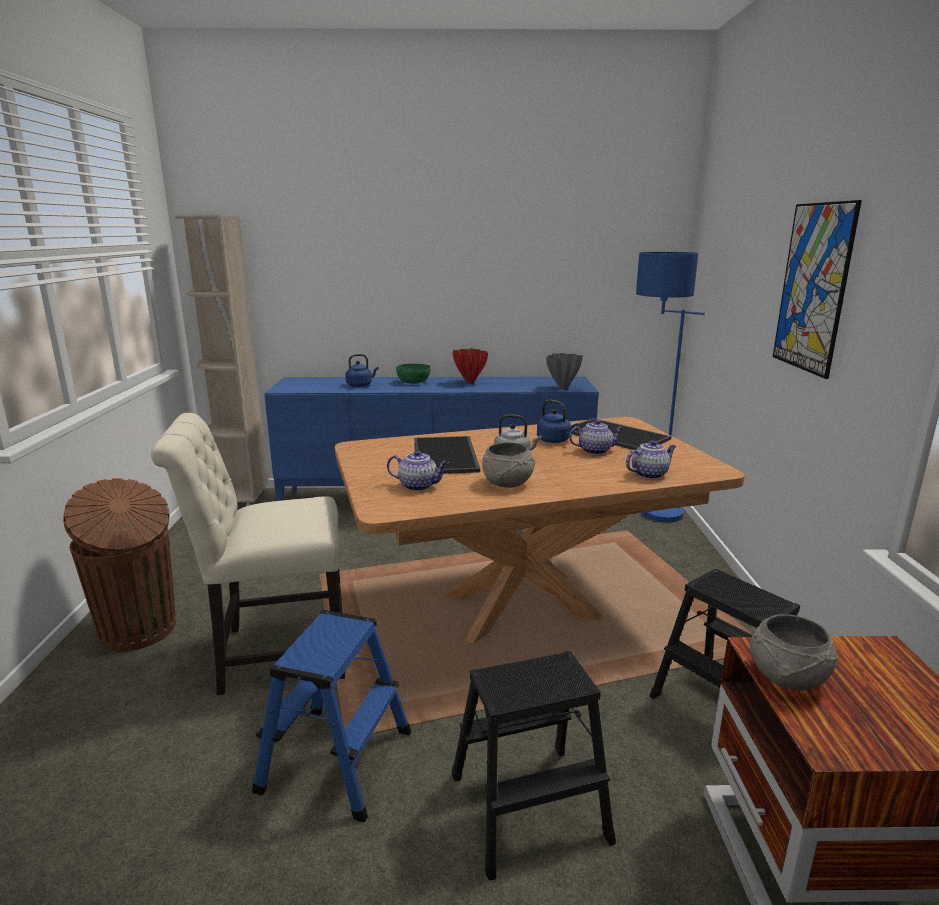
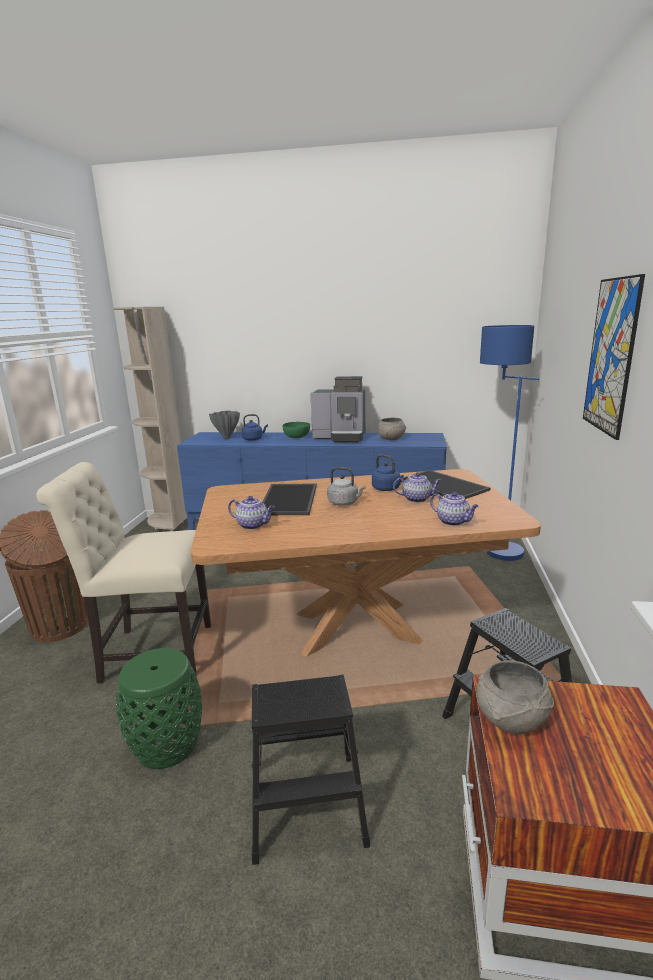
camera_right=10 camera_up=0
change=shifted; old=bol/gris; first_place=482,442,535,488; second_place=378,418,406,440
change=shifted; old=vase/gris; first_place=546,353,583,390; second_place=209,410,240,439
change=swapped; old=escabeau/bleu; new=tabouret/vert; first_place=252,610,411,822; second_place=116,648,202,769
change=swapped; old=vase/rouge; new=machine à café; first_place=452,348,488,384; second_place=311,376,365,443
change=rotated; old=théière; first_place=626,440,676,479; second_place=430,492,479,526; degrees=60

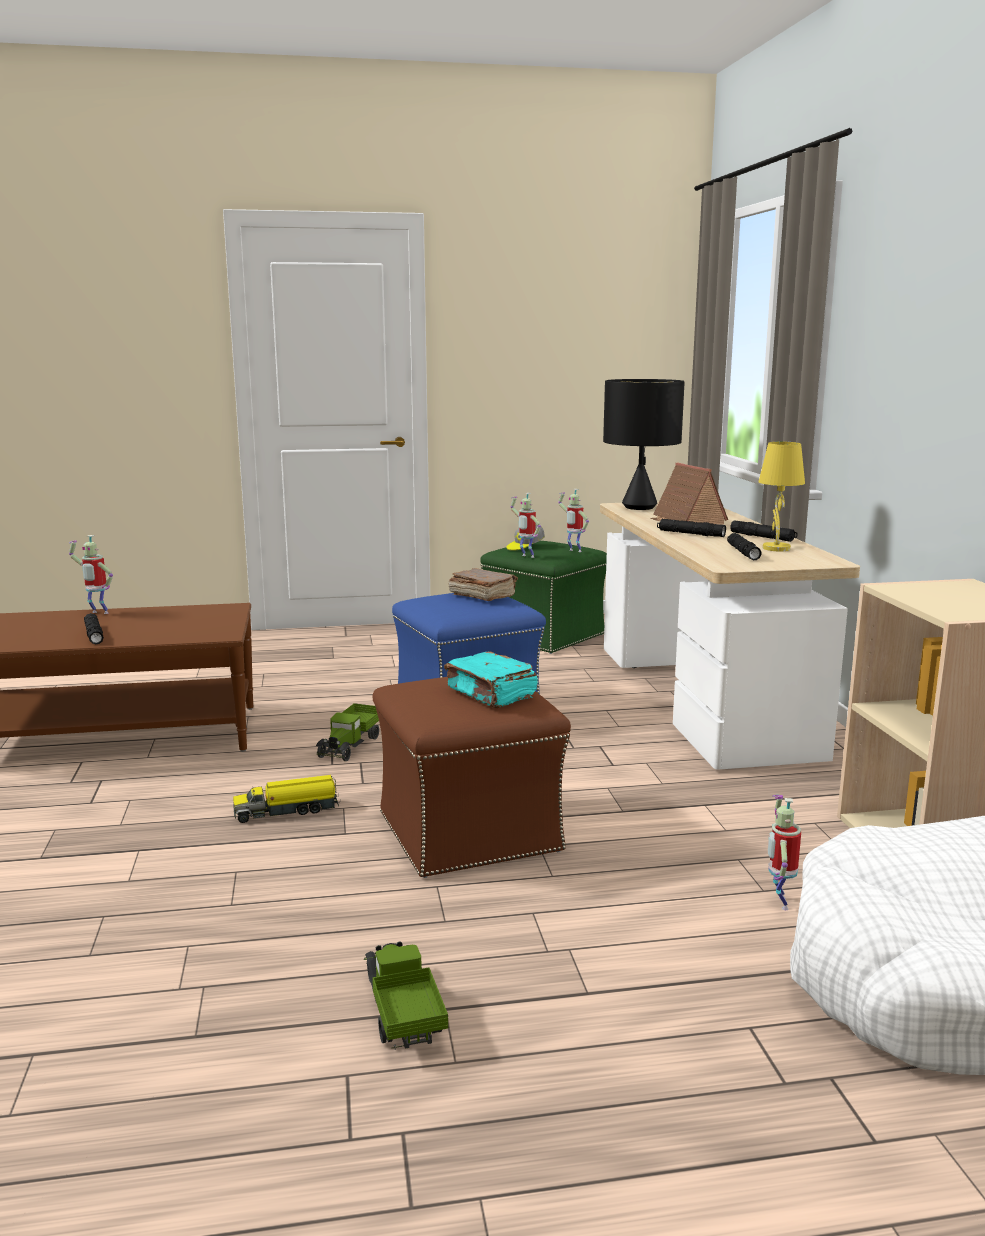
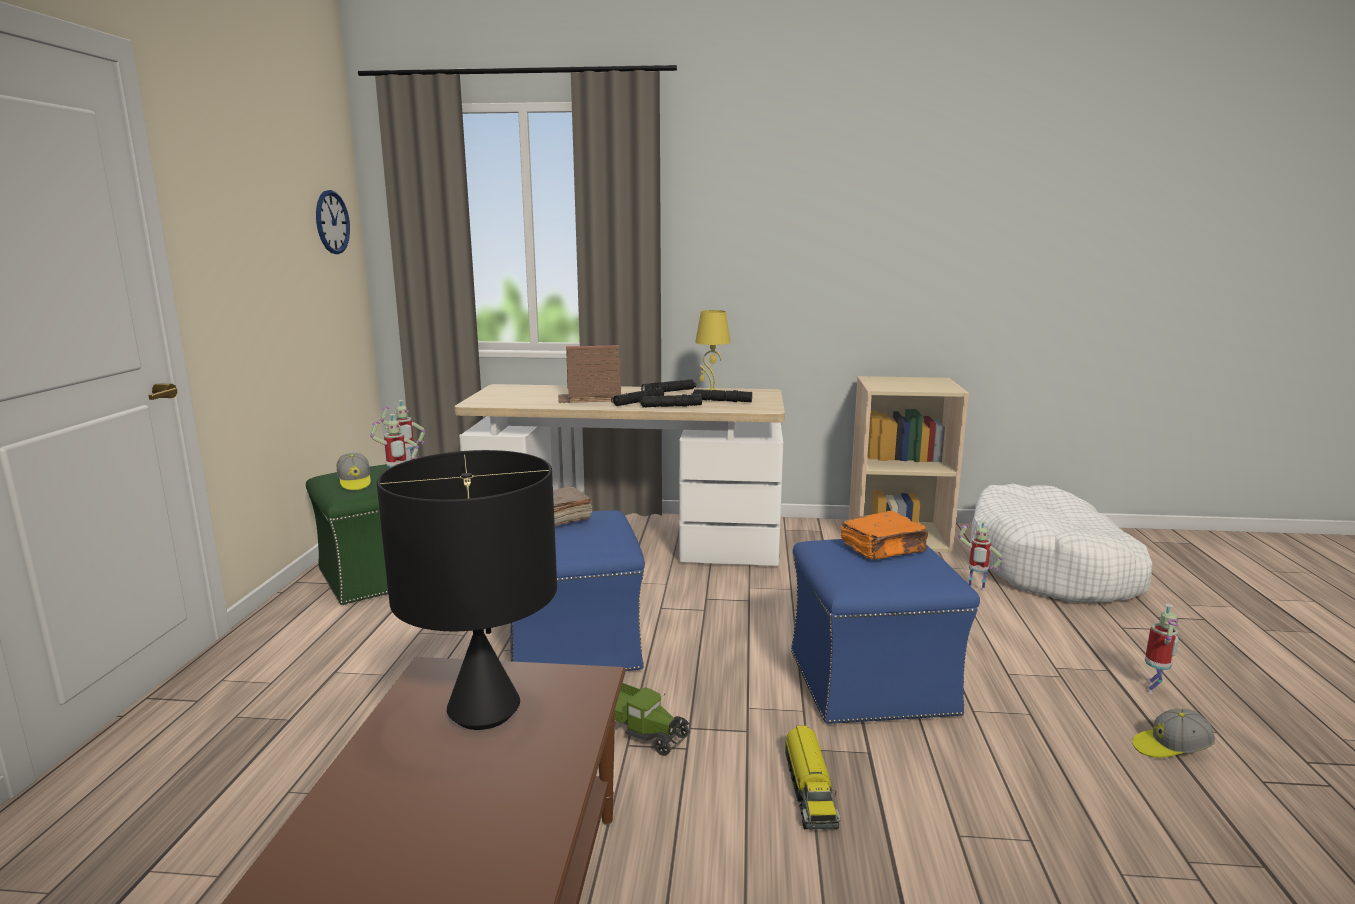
camera_right=-75 camera_up=0
change=new; new=horloge murale; second_place=316,190,350,254
change=shifted; old=robot jouet; first_place=69,535,113,614; second_place=1145,604,1179,694
change=shifted; old=lampe de poche/noir; first_place=84,613,104,644; second_place=639,394,702,407
change=shifted; old=lampe de table/noir; first_place=603,379,685,510; second_place=377,450,557,730
change=swapped; old=camion jouet; new=casquette; first_place=364,942,448,1049; second_place=1132,709,1215,758
change=repainted; old=pouf/marron; new=pouf/bleu; first_place=372,677,571,878; second_place=791,539,980,724
change=repainted; old=livre/turquoise; new=livre/orange; first_place=444,651,538,708; second_place=841,511,928,560

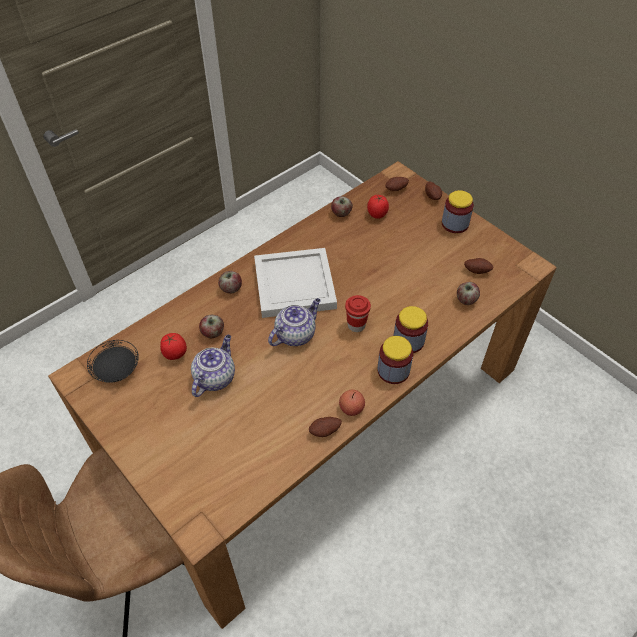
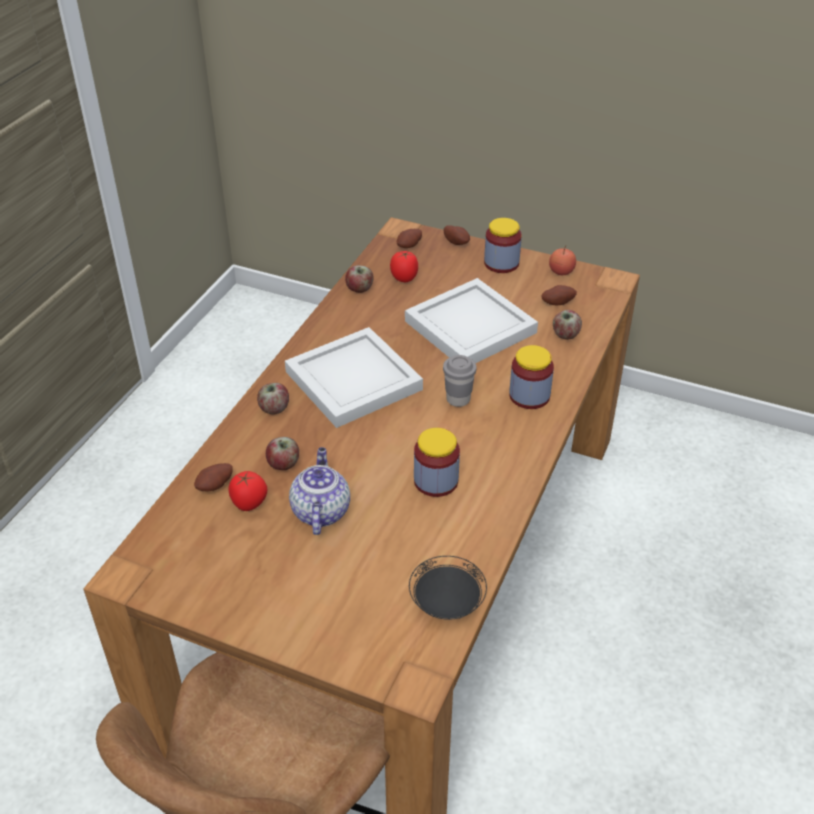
camera_right=-25 camera_up=-10
change=gone; old=théière; first_place=268,298,321,346
change=new; new=plateau/blanc; second_place=405,278,538,363
change=shifted; old=assiette/noir; first_place=87,340,139,383; second_place=409,556,487,620
change=shifted; old=pomme de terre; first_place=309,417,342,437; second_place=194,463,233,492
change=shifted; old=pomme; first_place=339,390,365,416; second_place=549,245,576,275
change=shifted; old=bocal; first_place=377,336,413,384; second_place=414,428,460,497
change=repainted; old=tasse/rouge; new=tasse/gris; first_place=345,295,371,332; second_place=443,355,477,407

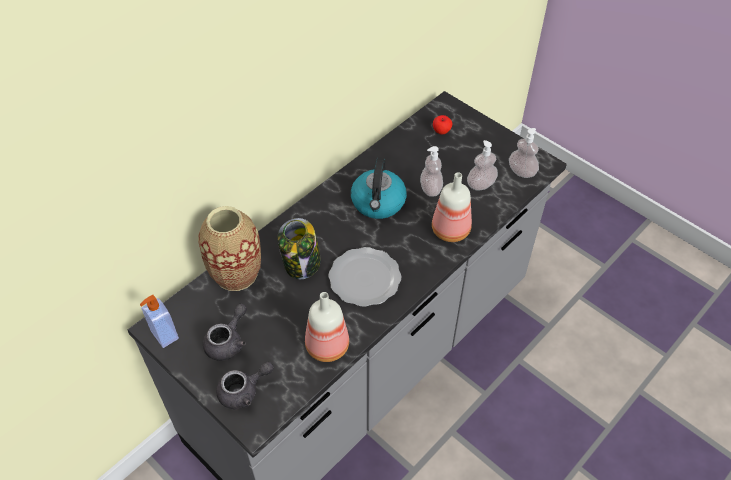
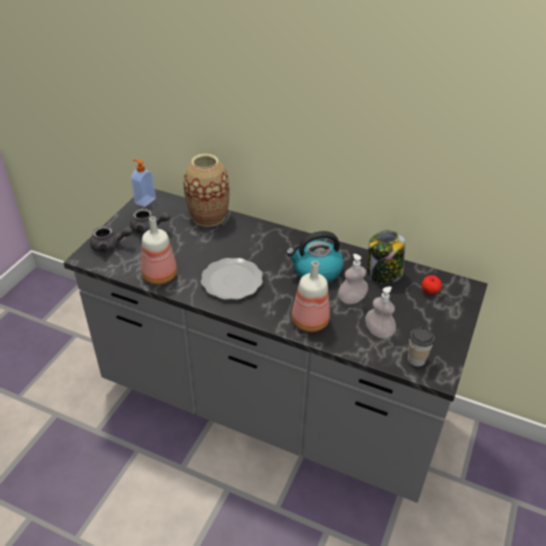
camera_right=70 camera_up=-10
change=shifted; old=bocal; first_place=277,218,321,279; second_place=367,230,405,284
change=swapped; old=distributeur de savon; new=tasse; first_place=509,128,539,178; second_place=408,327,434,367
change=rotated; old=théière/gris; first_place=216,362,273,409; second_place=90,226,133,252; degrees=-45

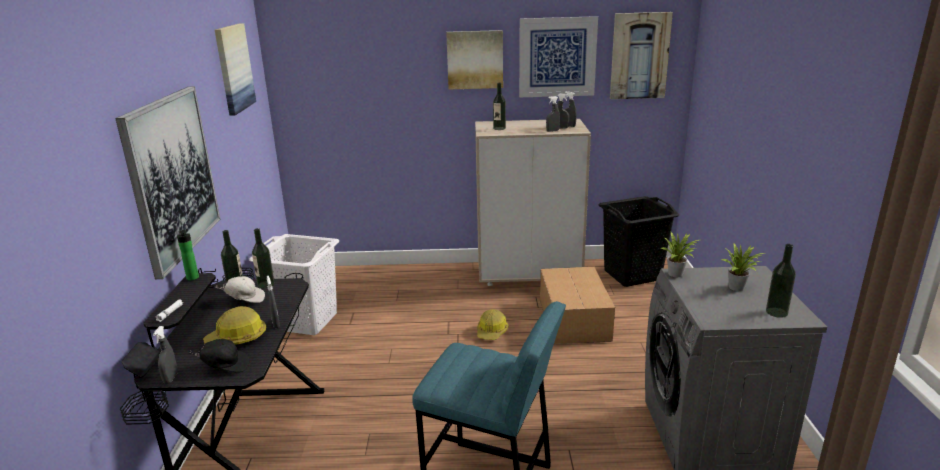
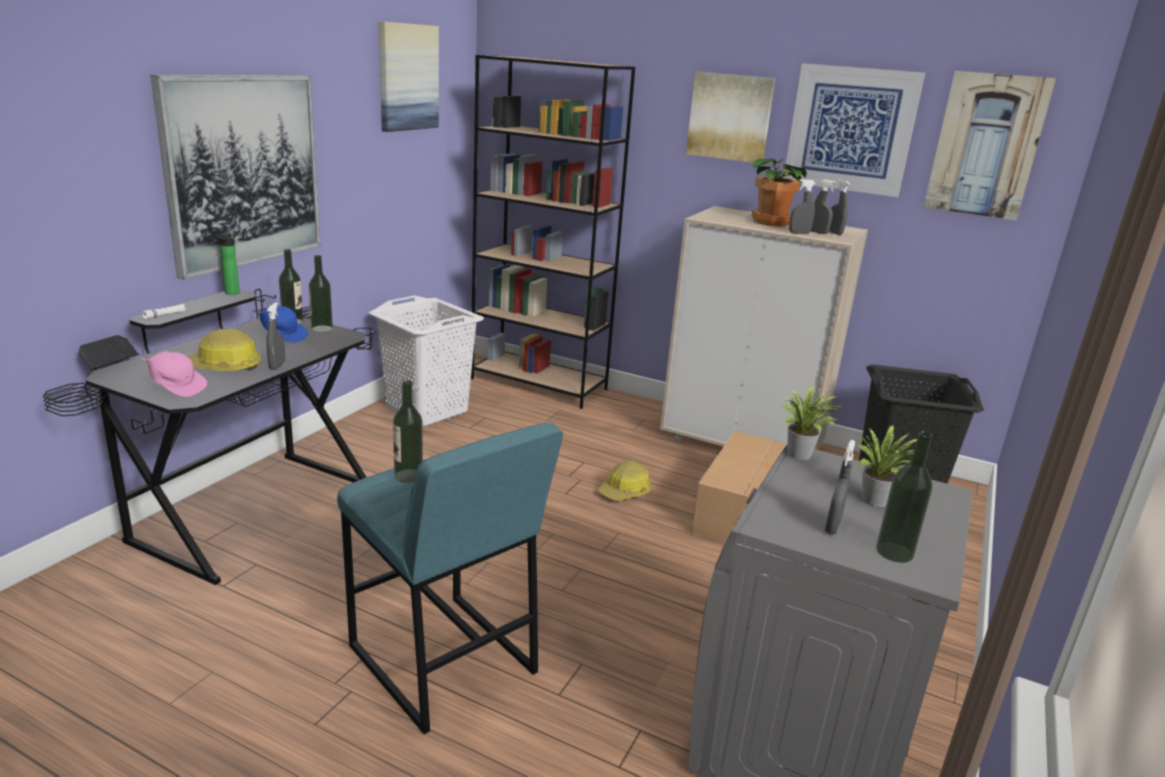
camera_right=25 camera_up=0
change=new; new=bibliothèque/beige; second_place=471,55,635,409
change=new; new=plante en pot; second_place=752,158,807,226
change=shifted; old=vaporisateur/gris; first_place=153,326,178,384; second_place=825,440,855,534
change=shifted; old=bouteille; first_place=493,83,506,130; second_place=393,380,423,483
change=repainted; old=casquette/noir; new=casquette/rose; first_place=189,339,250,372; second_place=141,351,208,397
change=repainted; old=casquette/blanc; new=casquette/bleu; first_place=215,276,265,303; second_place=253,305,308,343

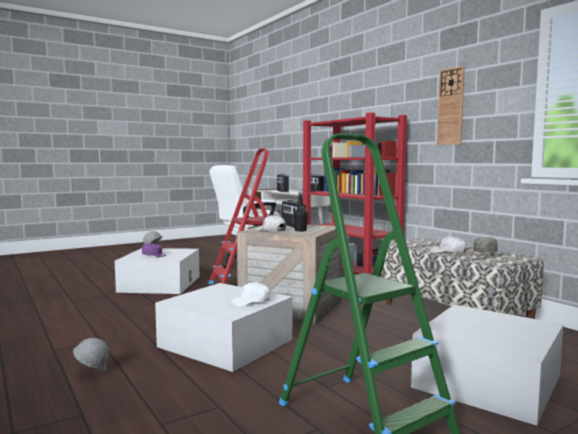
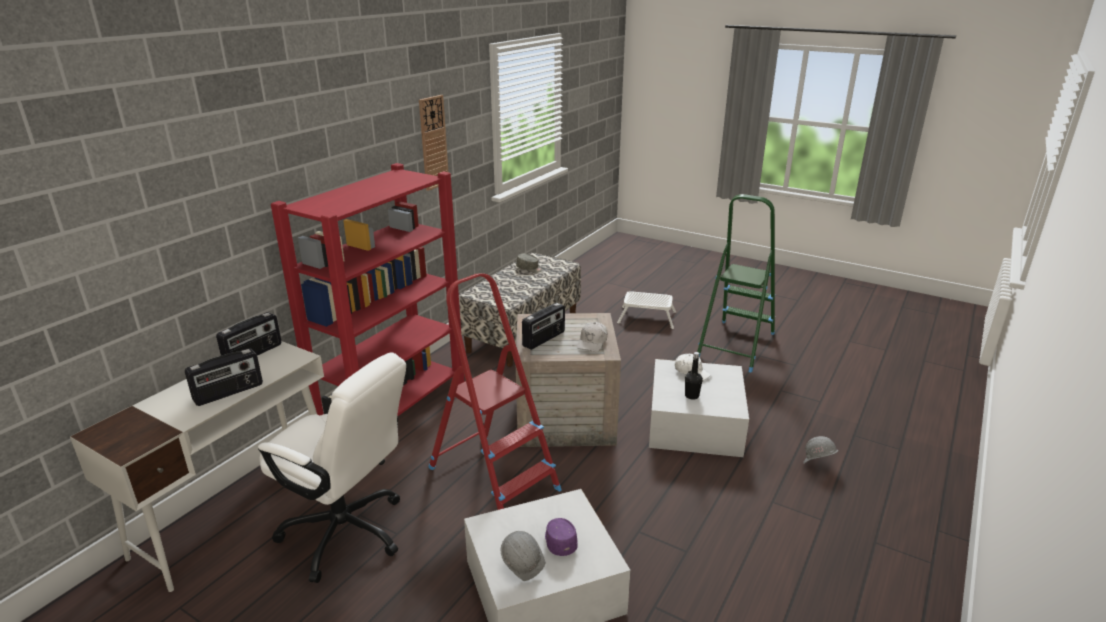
camera_right=-115 camera_up=20
change=gone; old=casquette/blanc; first_place=430,236,467,254
change=shifted; old=bouteille/noir; first_place=293,189,308,232; second_place=685,352,703,400
change=swapped; old=boîte de rangement/blanc; new=escabeau/blanc; first_place=411,304,564,425; second_place=617,291,676,329

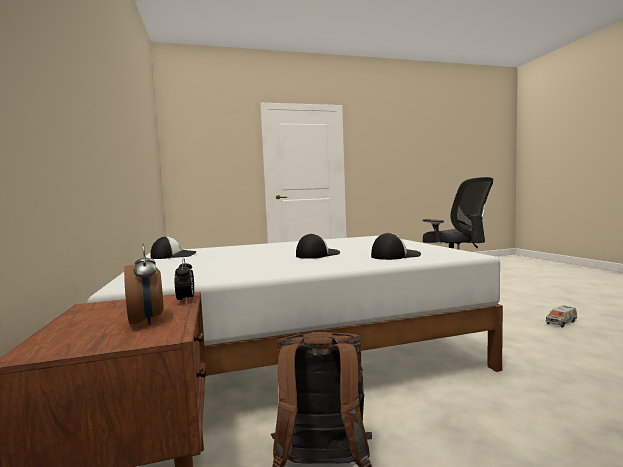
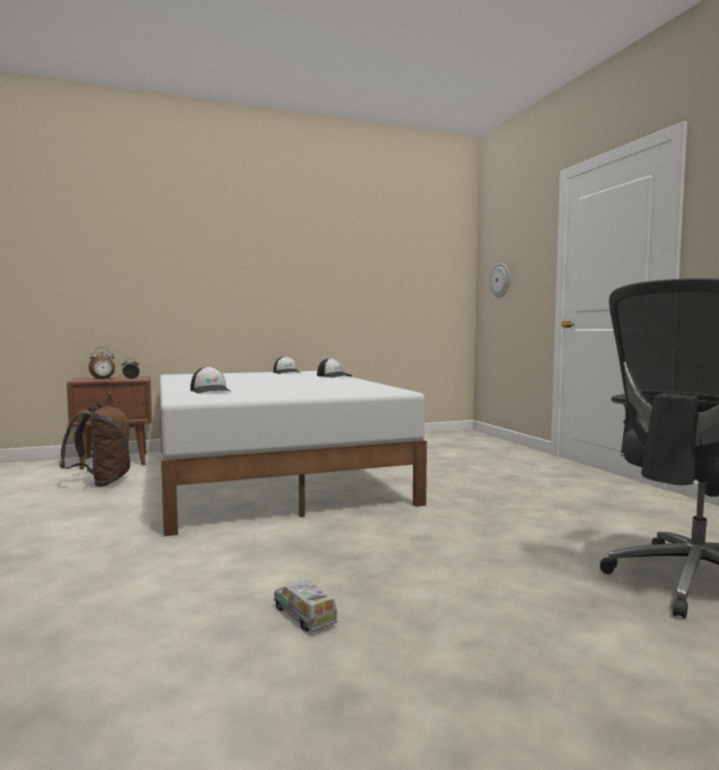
camera_right=85 camera_up=0
change=new; new=horloge murale; second_place=490,263,510,297
change=shifted; old=casquette; first_place=296,233,340,259; second_place=317,358,353,378

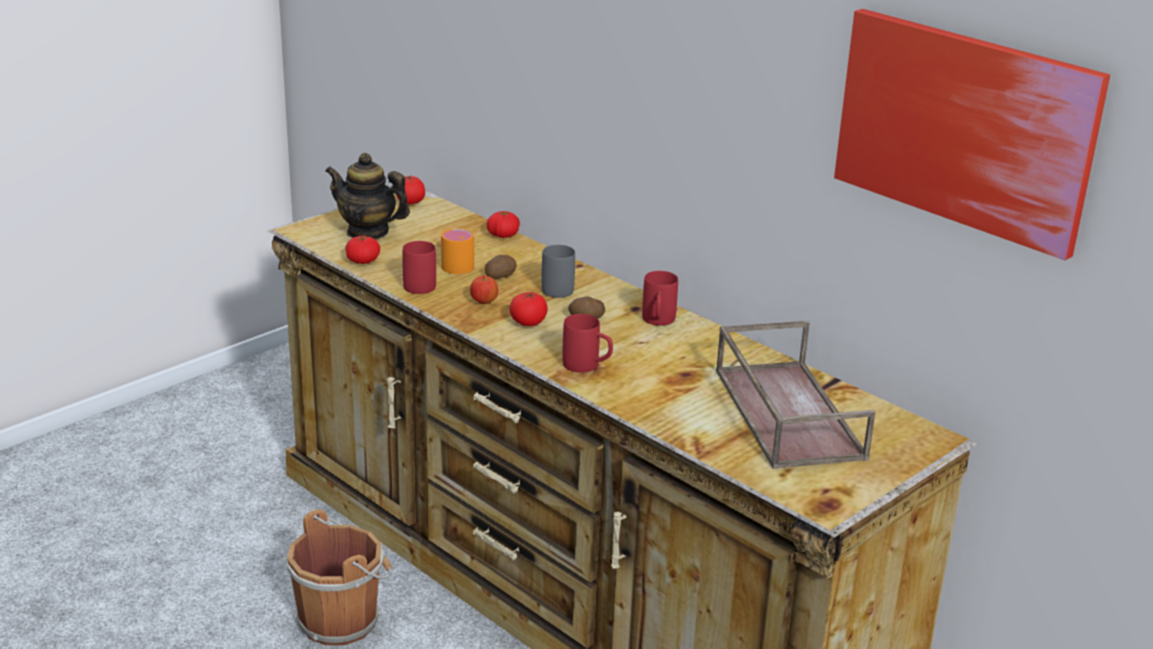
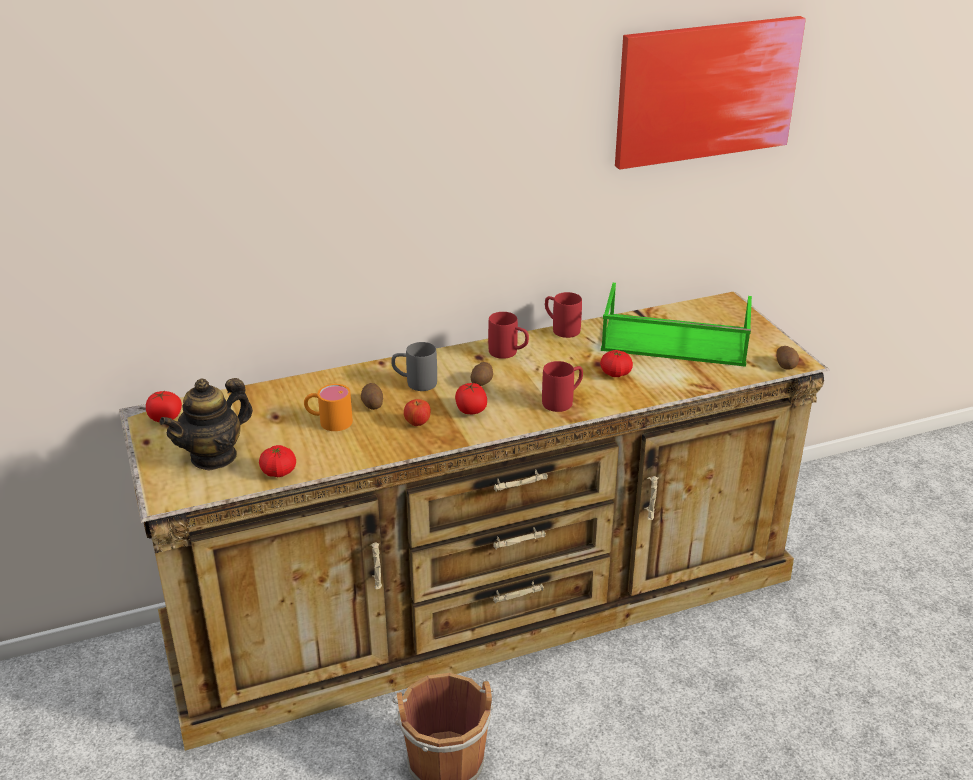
camera_right=-65 camera_up=5
change=new; new=pomme de terre; second_place=776,346,799,370
change=shifted; old=mug/rouge; first_place=402,241,436,294; second_place=545,292,582,338
change=shifted; old=tomate; first_place=487,211,520,238; second_place=600,350,633,377
change=repainted; old=plateau/marron; new=plateau/vert; first_place=716,321,875,469; second_place=601,283,752,367

